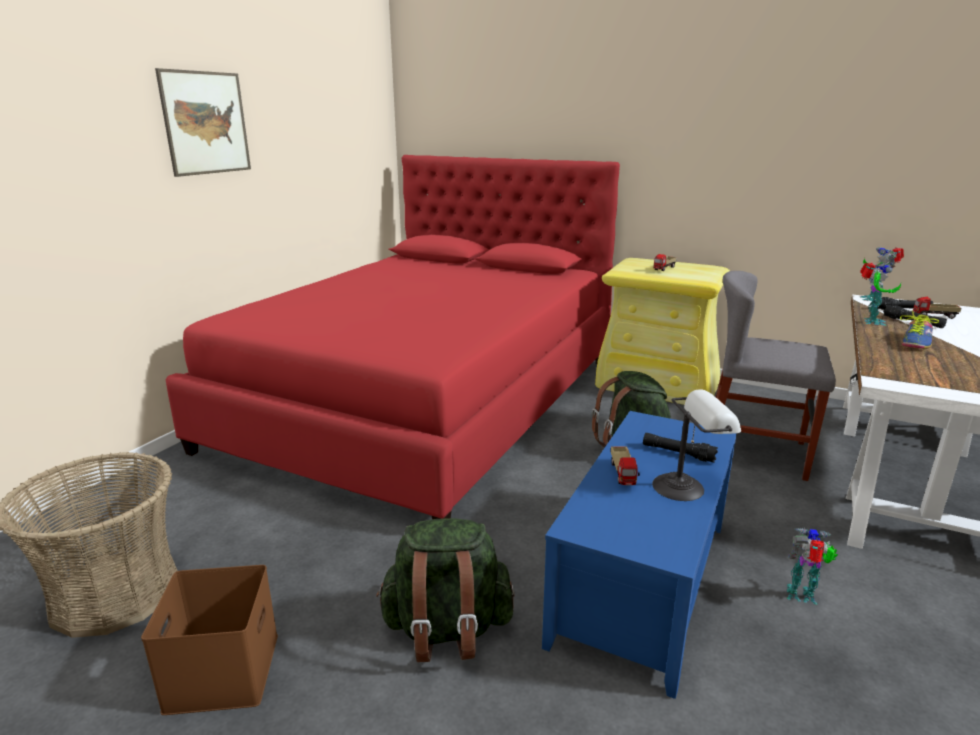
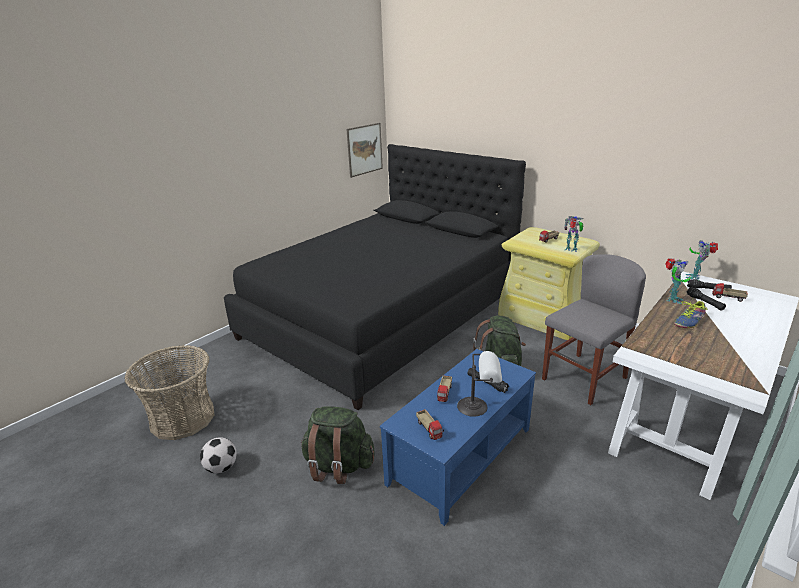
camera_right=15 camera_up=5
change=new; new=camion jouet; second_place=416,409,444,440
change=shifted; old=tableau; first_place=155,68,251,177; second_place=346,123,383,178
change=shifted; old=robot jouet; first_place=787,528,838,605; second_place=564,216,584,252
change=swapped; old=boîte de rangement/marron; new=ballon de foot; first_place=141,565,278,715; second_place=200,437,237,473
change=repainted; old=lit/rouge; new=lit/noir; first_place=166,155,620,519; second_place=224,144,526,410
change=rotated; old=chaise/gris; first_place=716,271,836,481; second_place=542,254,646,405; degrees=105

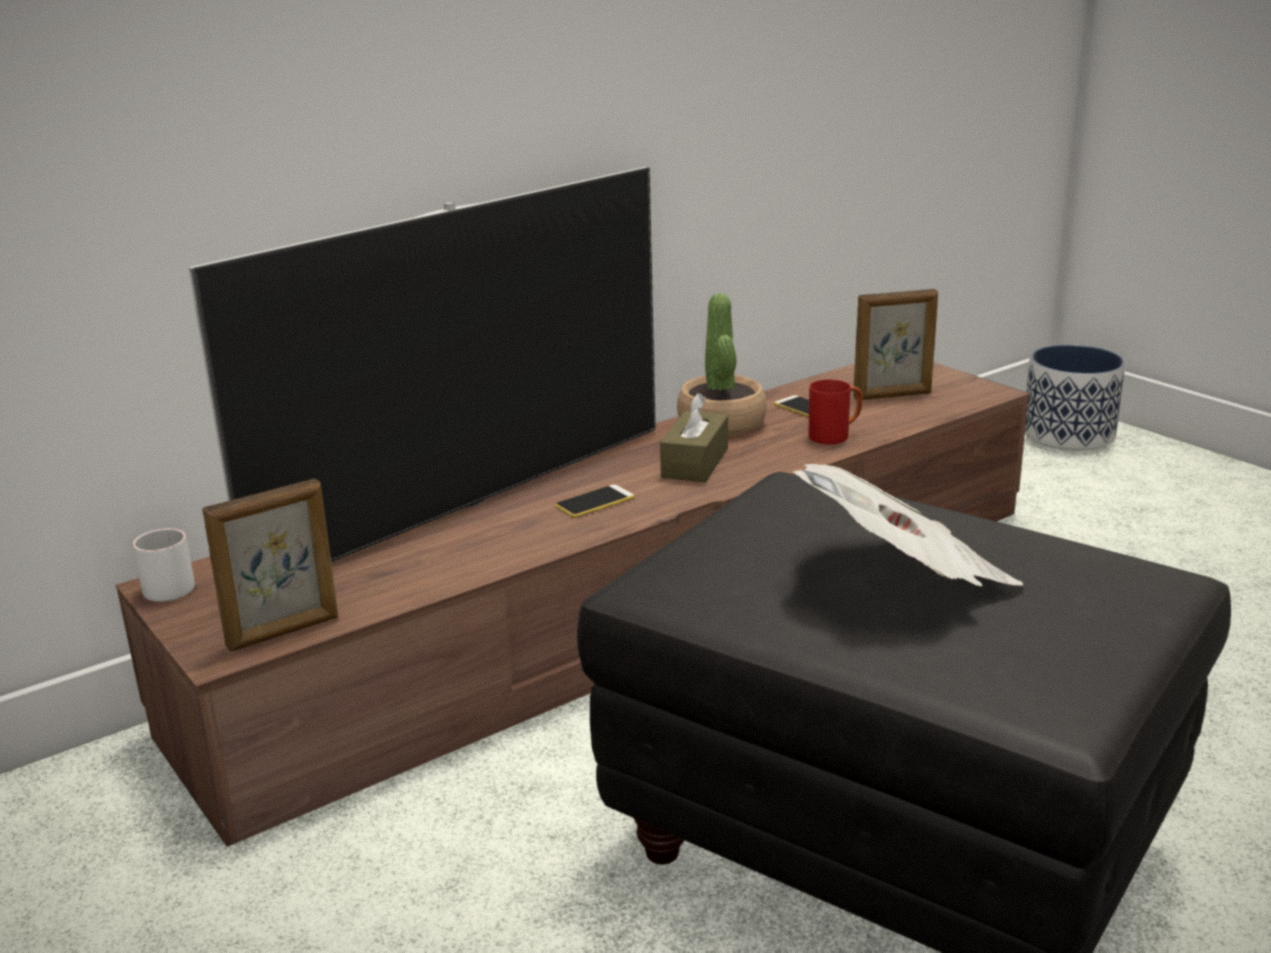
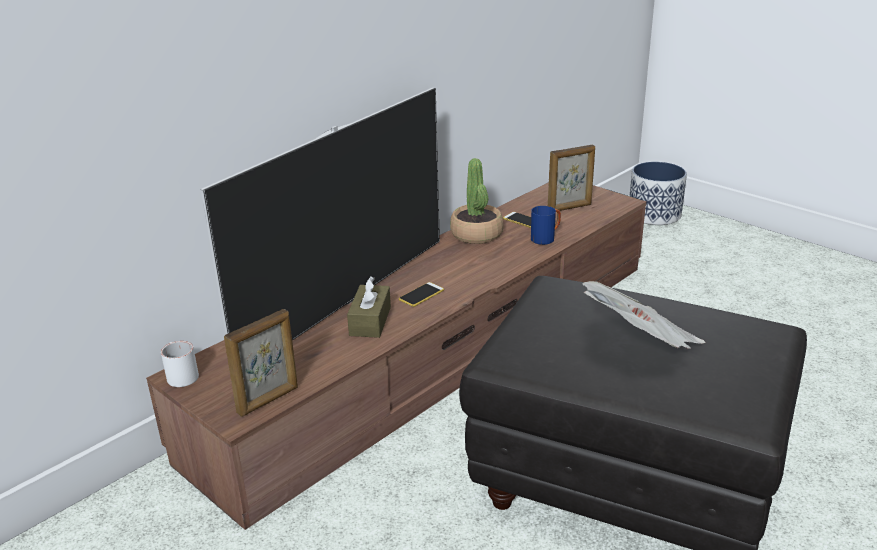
camera_right=-10 camera_up=5
change=shifted; old=boîte à mouchoirs/marron; first_place=660,393,728,482; second_place=347,276,391,338
change=repainted; old=mug/rouge; new=mug/bleu; first_place=808,380,862,444; second_place=531,206,561,245

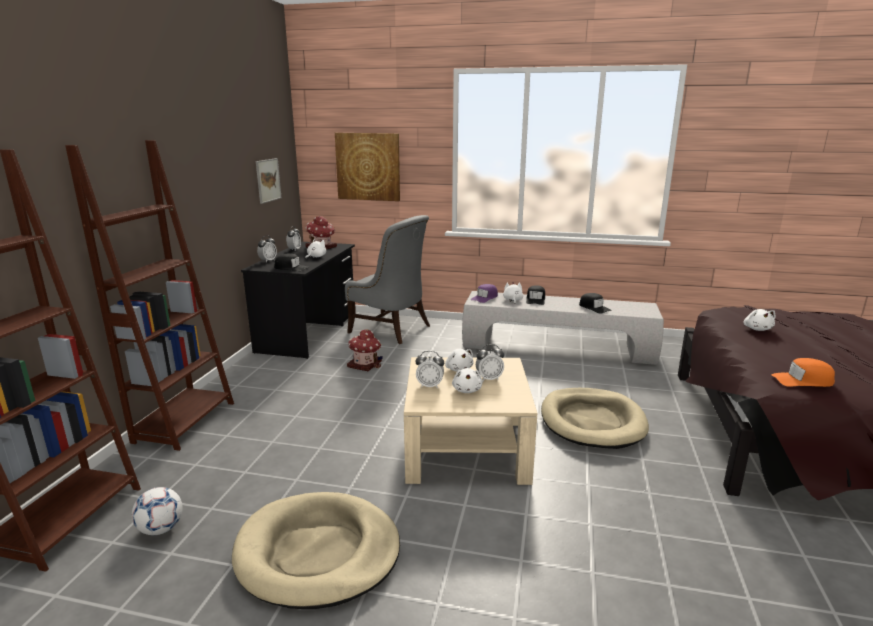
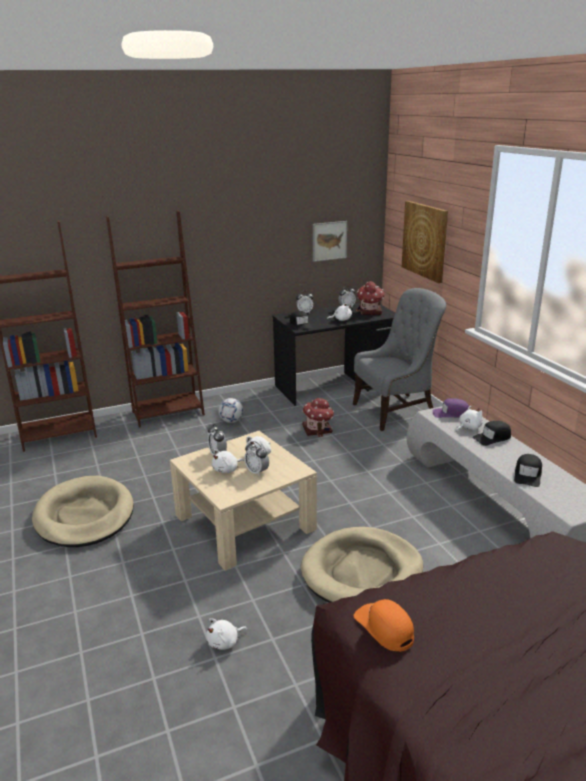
camera_right=55 camera_up=5
change=shifted; old=ballon de foot; first_place=132,487,183,535; second_place=218,398,243,423
change=shifted; old=peluche/blanc; first_place=744,309,776,331; second_place=206,618,247,650
change=rotated; old=chaise/gris; first_place=345,215,430,344; second_place=353,288,446,431; degrees=-105

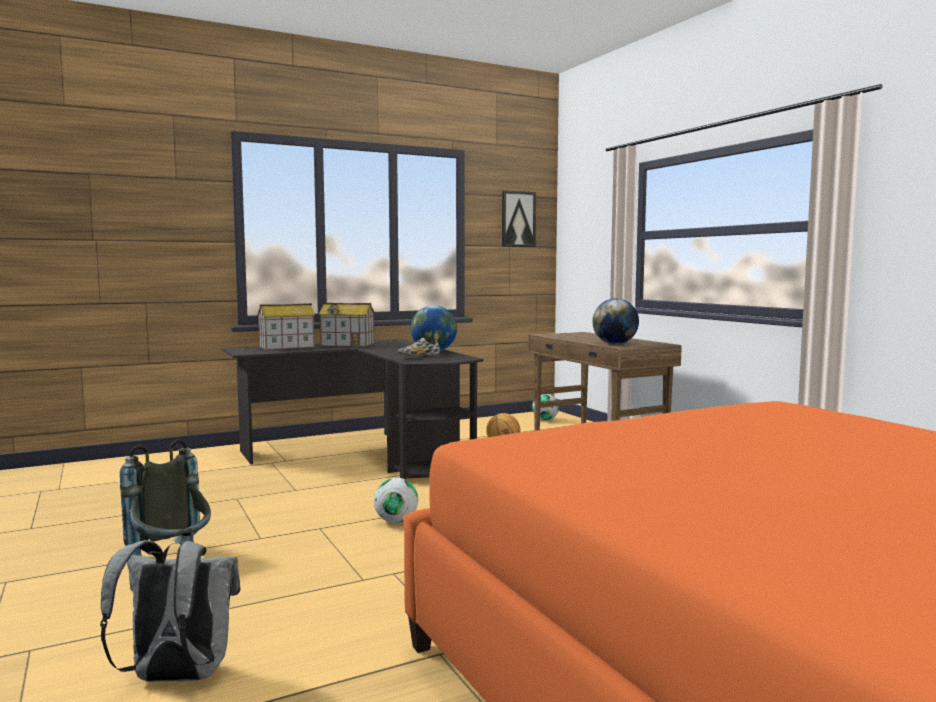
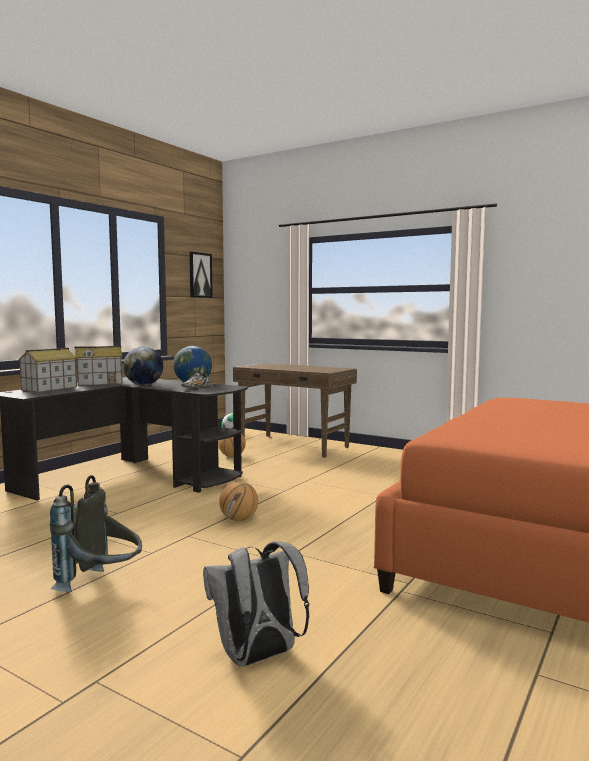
camera_right=-30 camera_up=0
change=shifted; old=globe; first_place=592,298,639,344; second_place=123,347,163,385
change=swapped; old=ballon de foot; new=ballon de basket; first_place=374,478,418,523; second_place=219,481,258,521

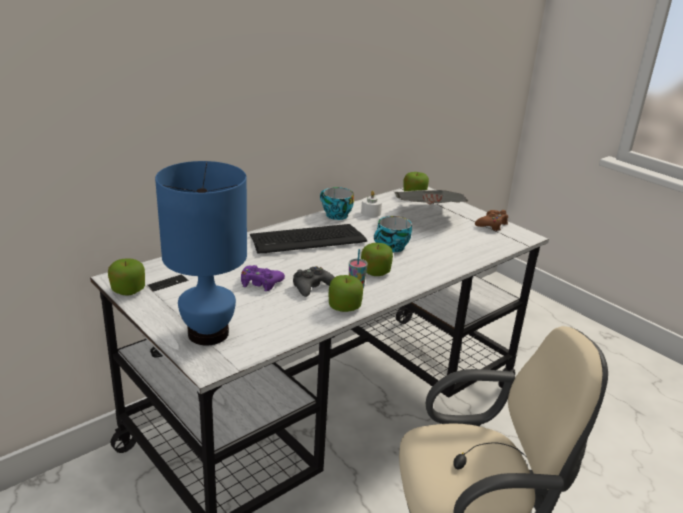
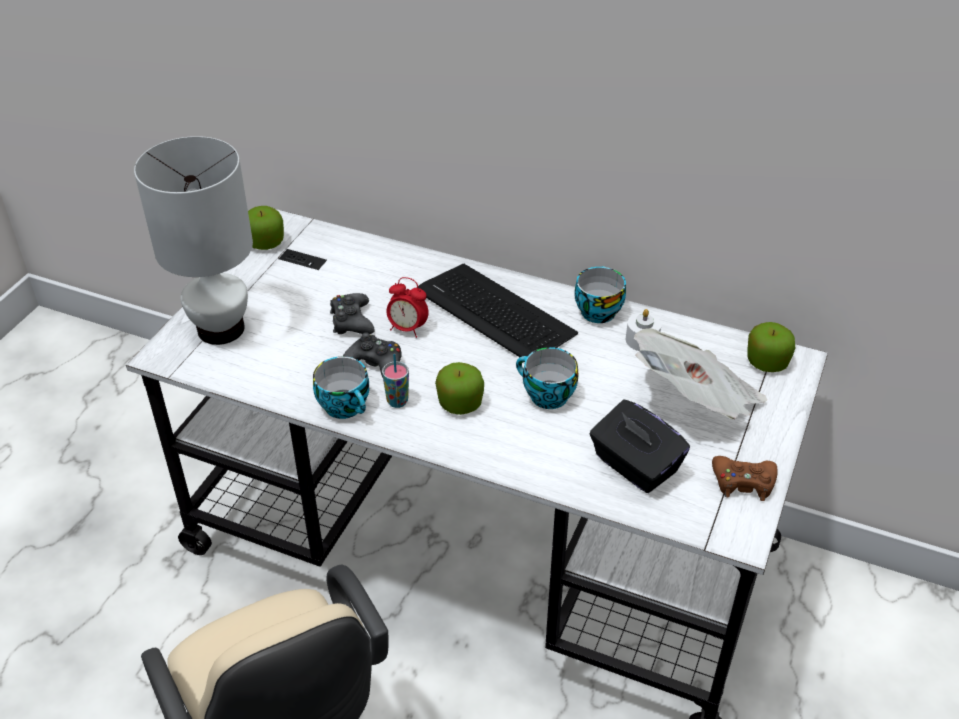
camera_right=65 camera_up=15
change=new; new=réveil; second_place=387,277,429,338
change=new; new=boîte à mouchoirs/noir; second_place=590,400,690,493
change=swapped; old=pomme; new=tasse; first_place=329,275,363,312; second_place=313,356,369,419
change=repainted; old=lampe de table/bleu; new=lampe de table/blanc; first_place=155,161,247,345; second_place=134,136,253,345
change=repainted; old=manette/violet; new=manette/noir; first_place=241,265,285,291; second_place=330,293,375,334

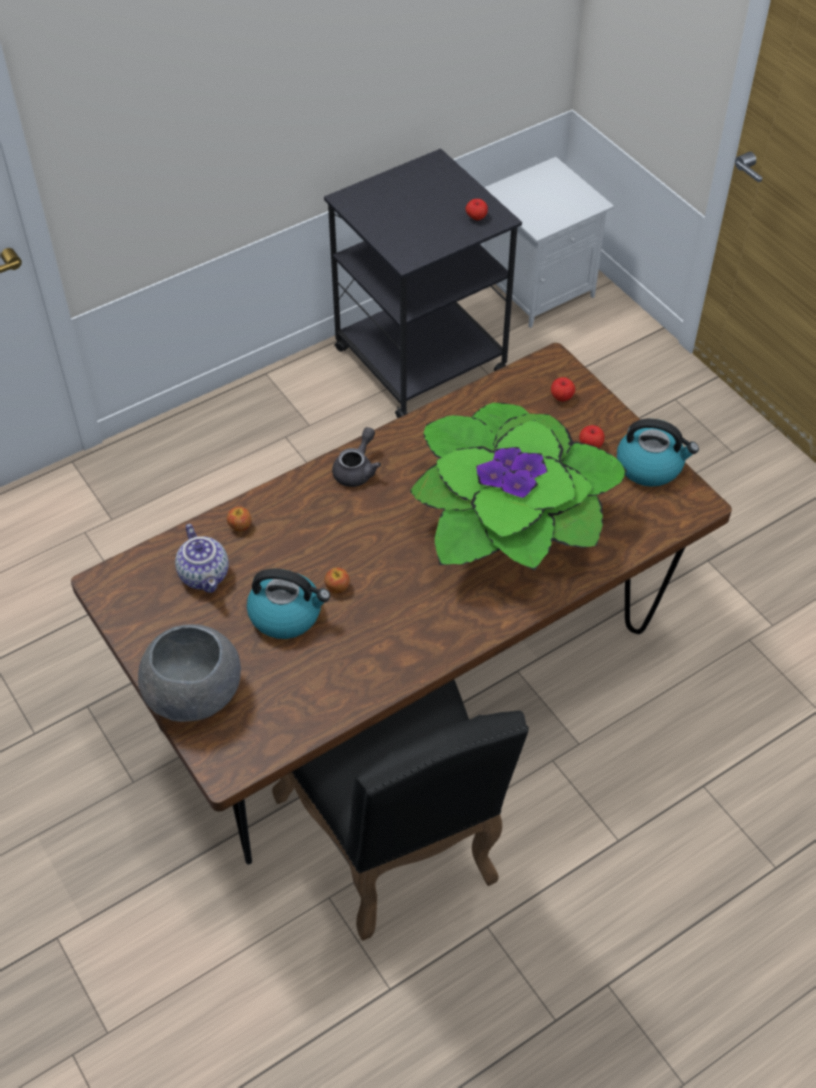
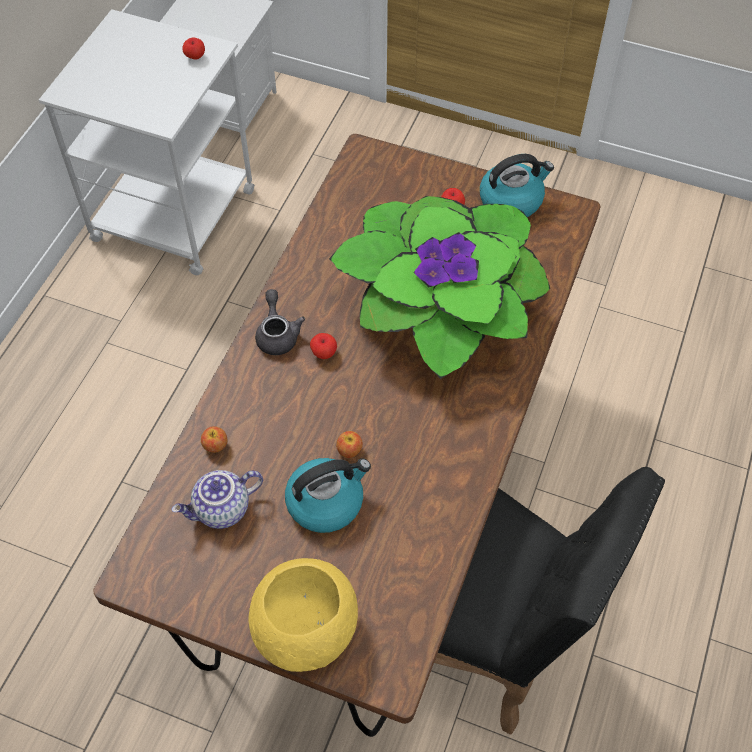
camera_right=-35 camera_up=5
change=shifted; old=pomme; first_place=551,377,575,402; second_place=310,333,337,359
change=repainted; old=bol/gris; new=bol/jaune; first_place=138,624,241,722; second_place=248,558,358,672
change=repainted; old=chariot/noir; new=chariot/blanc; first_place=324,148,522,418; second_place=39,9,255,275
change=rotated; old=théière; first_place=175,524,229,593; second_place=171,470,263,529; degrees=120

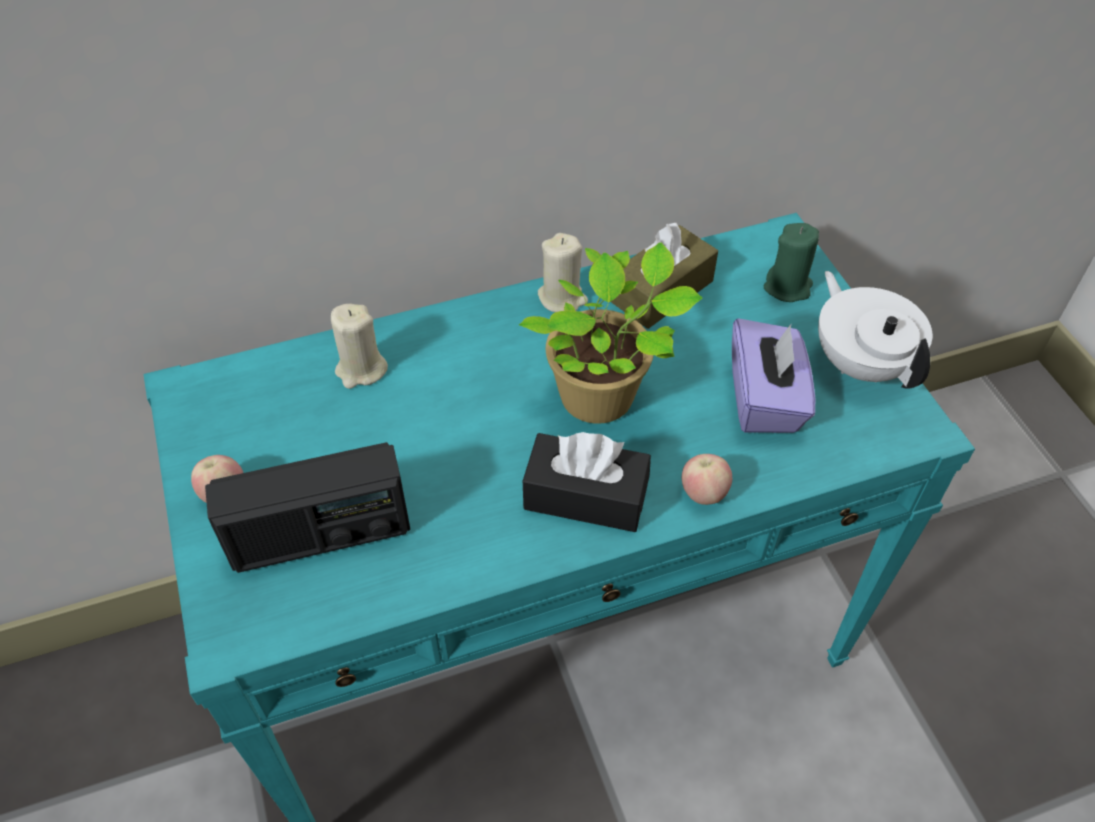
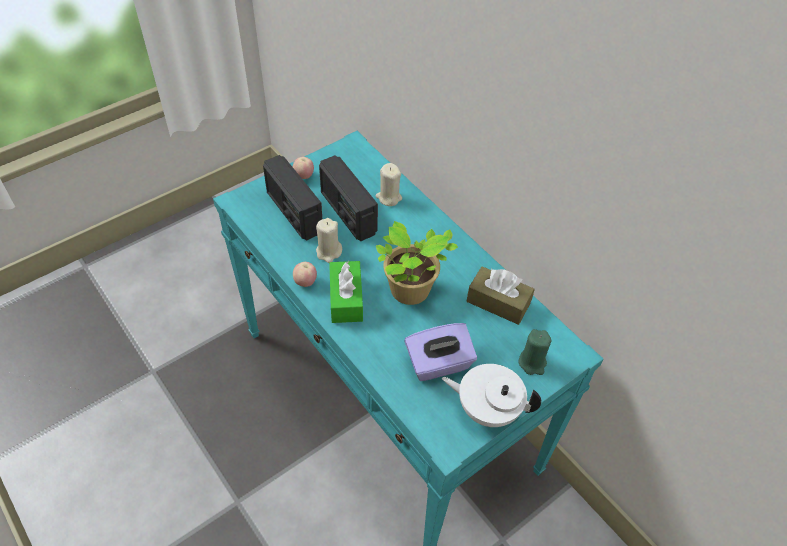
camera_right=70 camera_up=0
change=new; new=radio; second_place=319,155,378,241
change=shifted; old=bougie/beige; first_place=538,233,588,312; second_place=316,218,342,263
change=shifted; old=pomme; first_place=681,454,732,505; second_place=293,262,317,287
change=repainted; old=boîte à mouchoirs/noir; new=boîte à mouchoirs/vert; first_place=523,432,651,532; second_place=329,261,363,323
change=rotated; old=théière/blanc; first_place=818,271,932,389; second_place=442,364,541,427; degrees=-120

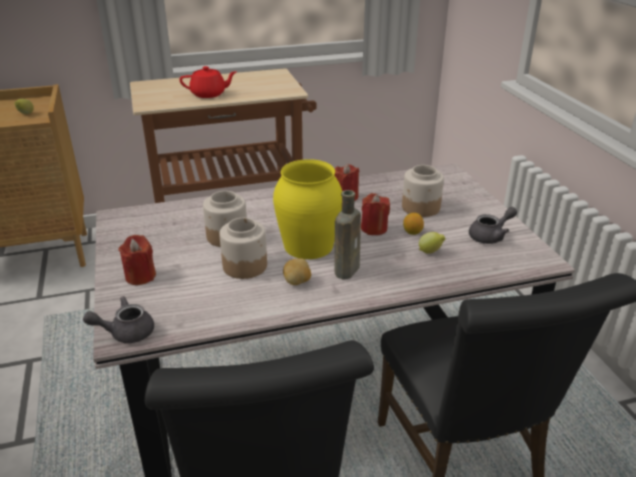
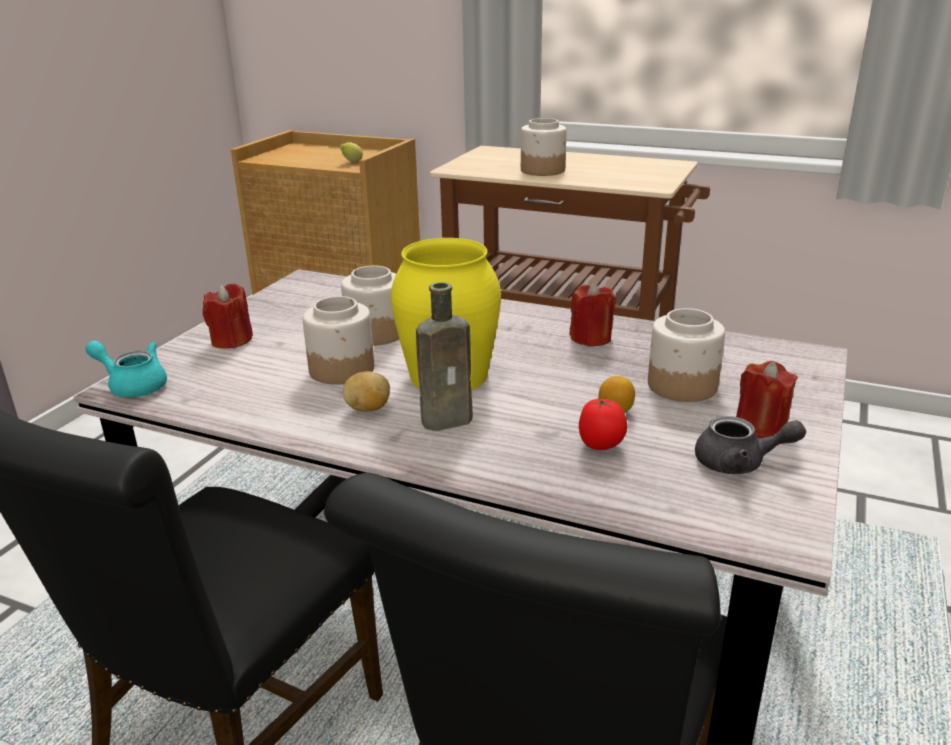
camera_right=40 camera_up=-5
change=shifted; old=bougie/rouge; first_place=361,193,390,235; second_place=736,361,798,438
change=swapped; old=théière/rouge; new=bocal; first_place=179,66,236,98; second_place=521,118,567,176
change=swapped; old=citron; new=tomate; first_place=419,232,446,254; second_place=579,397,627,450
change=repainted; old=théière/gris; new=théière/turquoise; first_place=83,296,154,343; second_place=85,341,167,397

